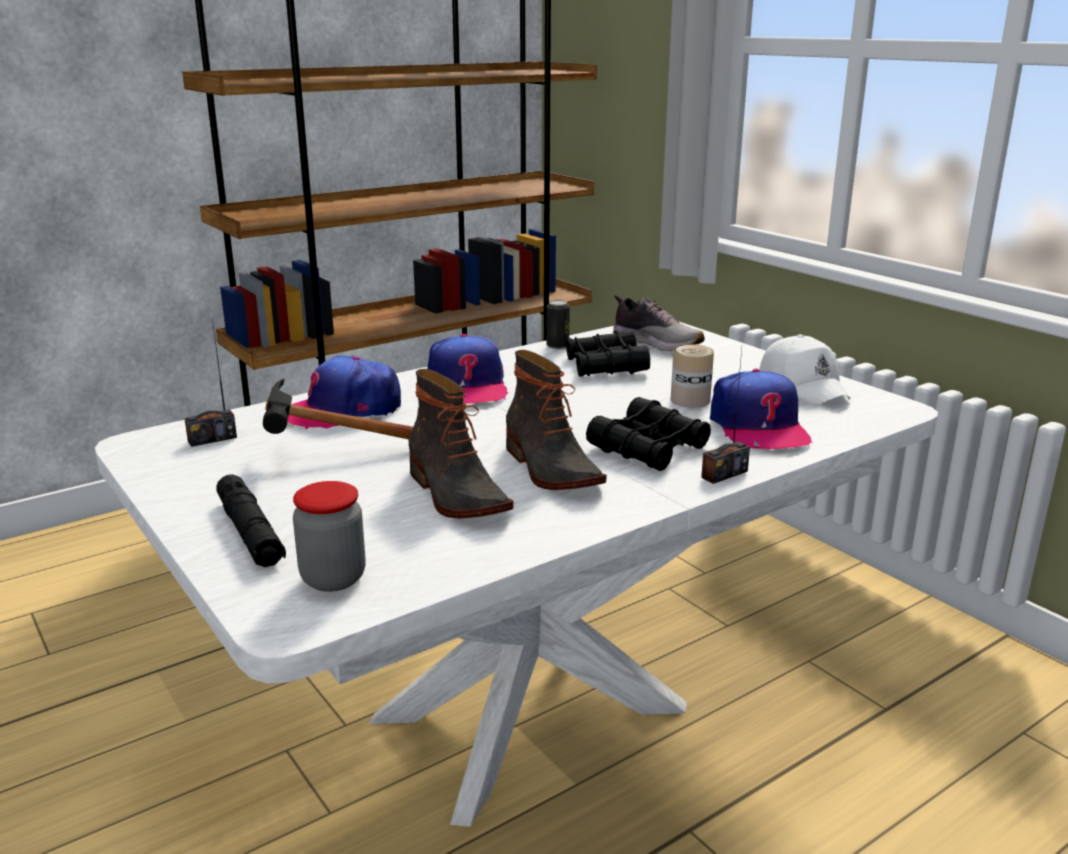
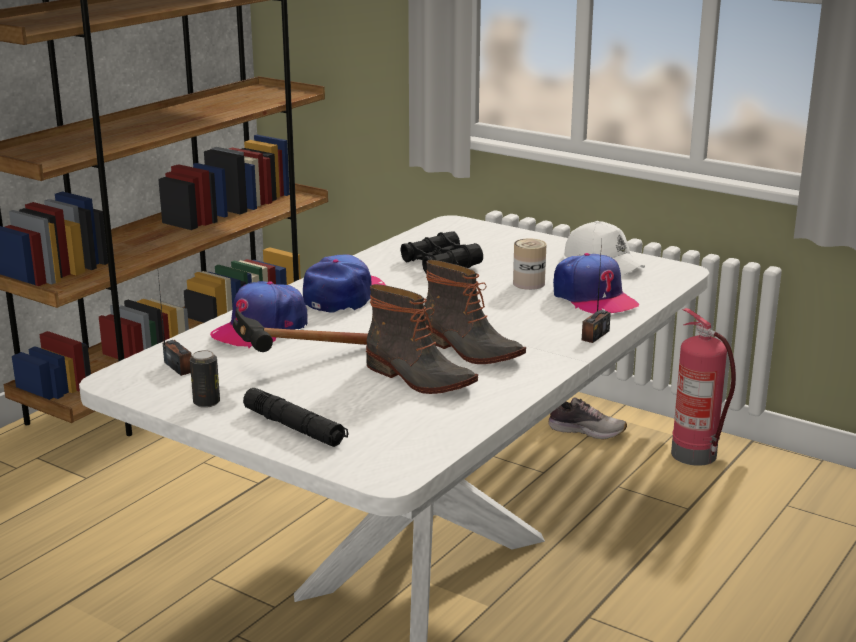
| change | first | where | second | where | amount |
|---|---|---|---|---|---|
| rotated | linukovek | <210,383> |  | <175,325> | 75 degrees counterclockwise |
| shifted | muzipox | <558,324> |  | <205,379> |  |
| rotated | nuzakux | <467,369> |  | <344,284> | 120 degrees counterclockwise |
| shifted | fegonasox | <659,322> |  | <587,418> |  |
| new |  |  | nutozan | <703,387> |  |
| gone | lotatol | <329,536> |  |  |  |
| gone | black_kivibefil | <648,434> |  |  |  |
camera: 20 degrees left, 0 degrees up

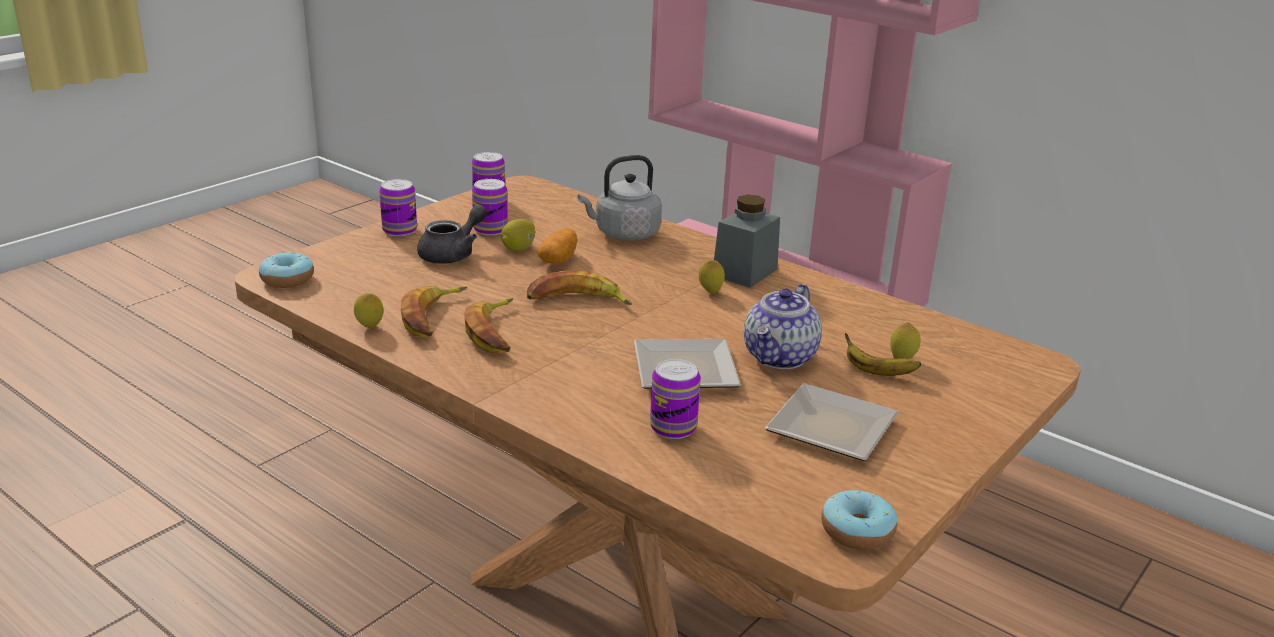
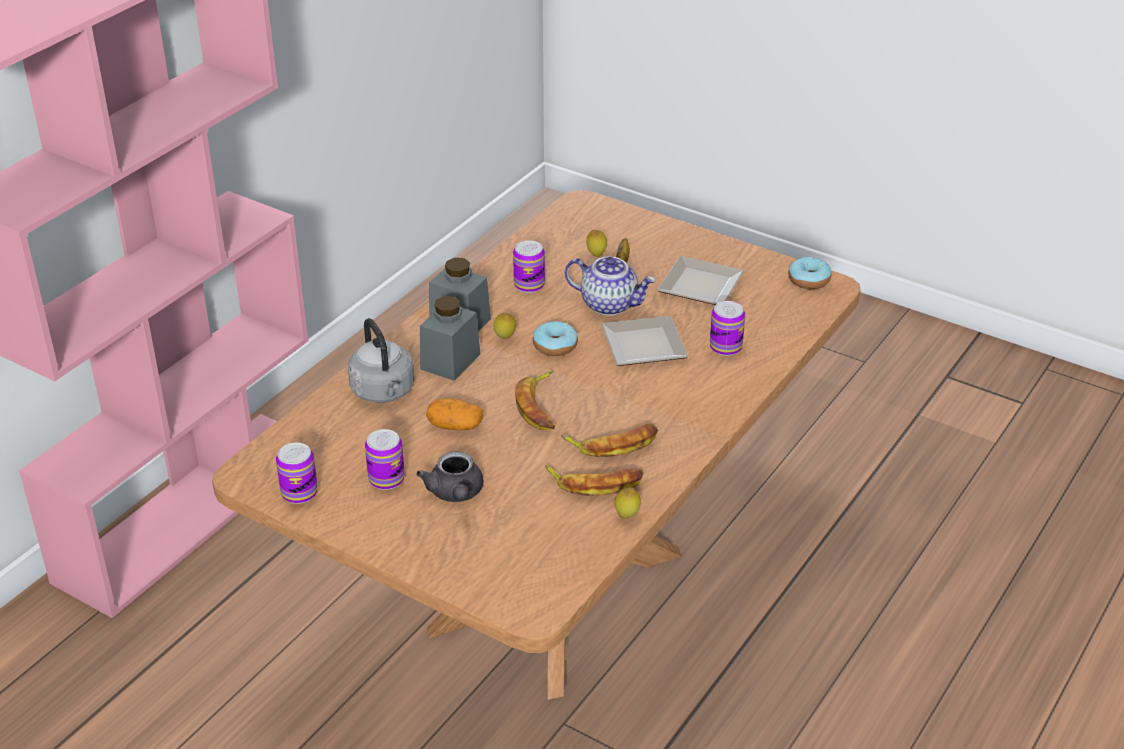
| change | first | where | second | where | amount |
|---|---|---|---|---|---|
| rotated | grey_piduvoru | <452,234> |  | <449,477> | 135 degrees counterclockwise |
| new |  |  | grey_lotatol | <450,338> |  |
| shifted | muzipox | <398,207> |  | <529,266> |  |
| shifted | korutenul | <286,270> |  | <555,338> |  |
| gone | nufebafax | <518,235> |  |  |  |
camera: 95 degrees left, 10 degrees up

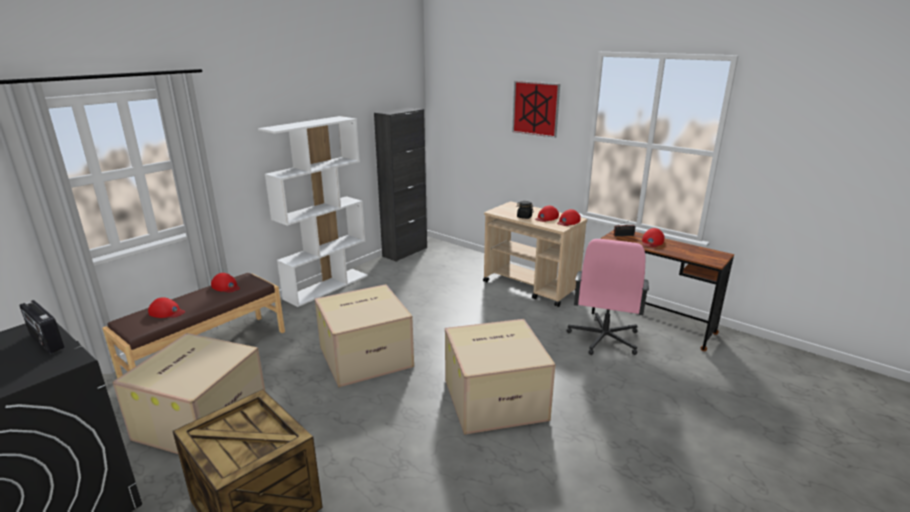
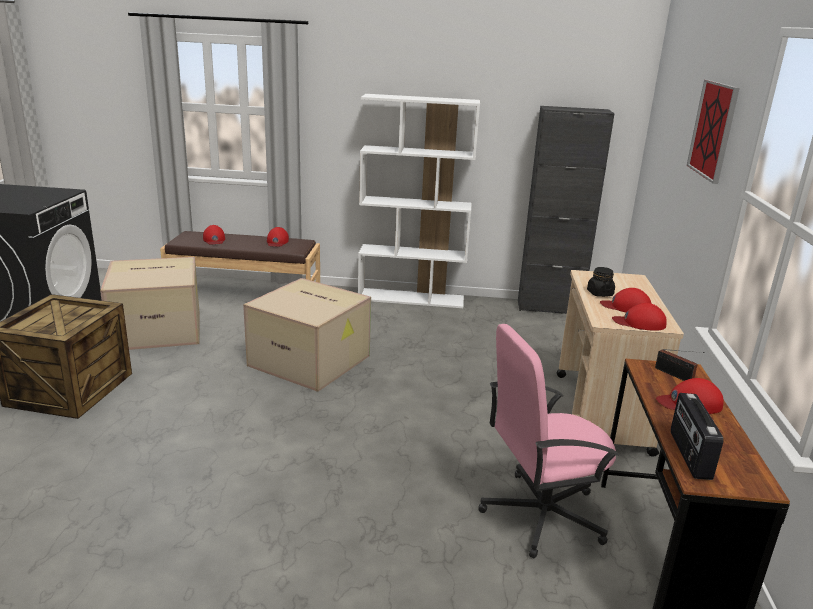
| change | first | where | second | where | amount |
|---|---|---|---|---|---|
| shifted | linukovek | <42,327> |  | <697,436> |  |
| gone | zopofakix | <500,377> |  |  |  |
camera: 55 degrees right, 0 degrees up

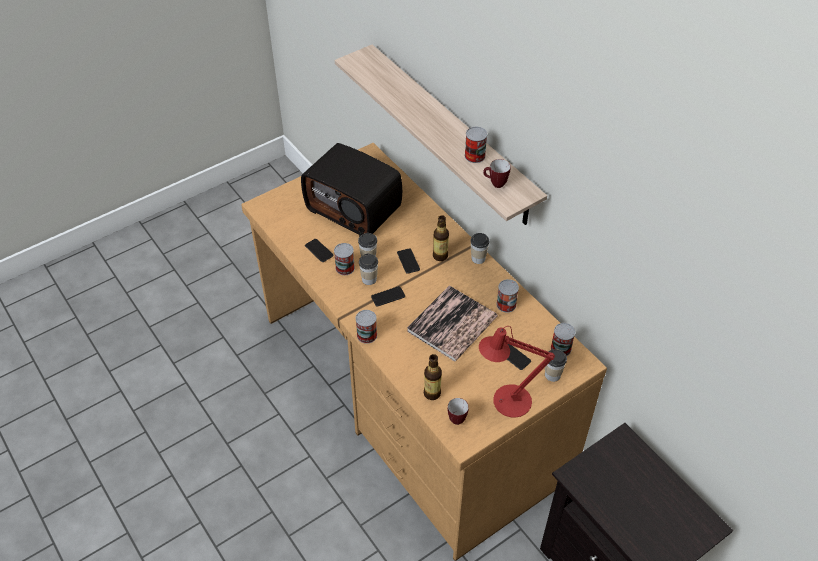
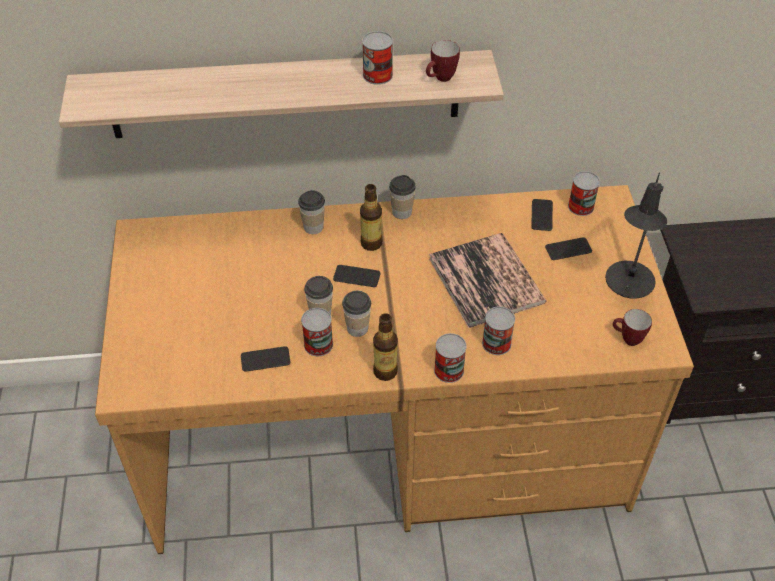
| change | first | where | second | where | amount |
|---|---|---|---|---|---|
| shifted | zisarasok | <556,365> |  | <311,212> |  |
| shifted | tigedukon | <433,377> |  | <385,347> |  |
| shifted | muzipox | <507,296> |  | <498,330> |  |
| shifted | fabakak | <388,296> |  | <542,215> |  |
| repainted | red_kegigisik | <517,371> | black_kegigisik | <636,235> |  |
| gone | linukovek | <351,190> |  |  |  |
camera: 60 degrees left, 0 degrees up

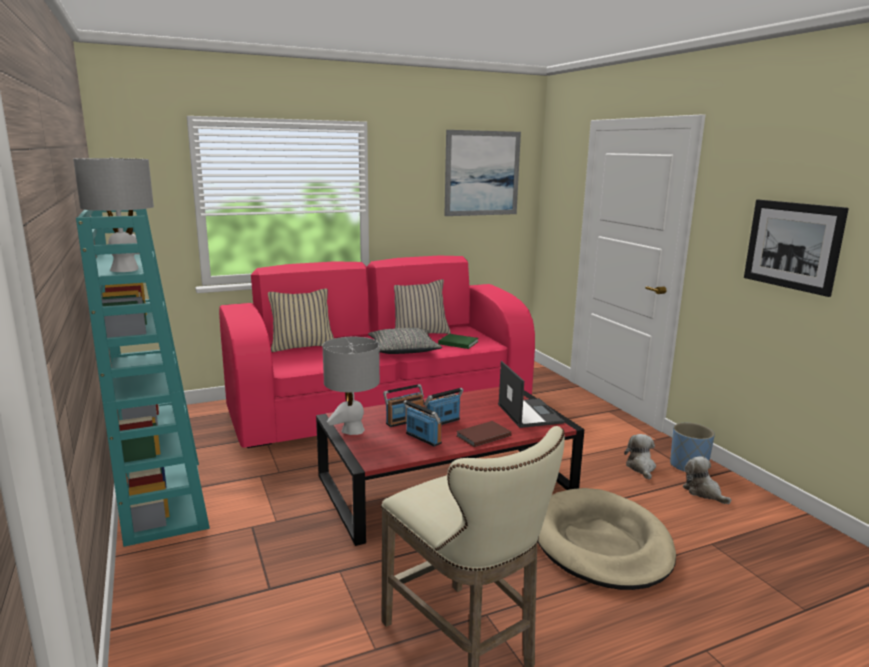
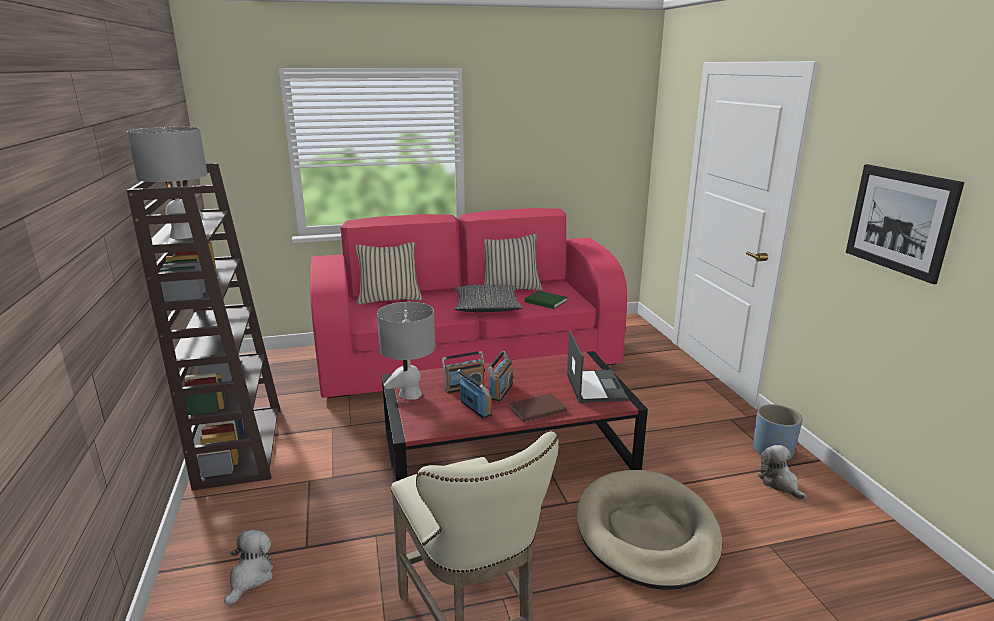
| change | first | where | second | where | amount |
|---|---|---|---|---|---|
| repainted | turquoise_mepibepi | <143,378> | brown_mepibepi | <204,327> |  |
| shifted | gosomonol | <640,457> |  | <248,567> |  |
| rotated | linukovek | <443,406> |  | <500,376> | 135 degrees clockwise |
| gone | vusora | <482,173> |  |  |  |
camera: 10 degrees right, 5 degrees up

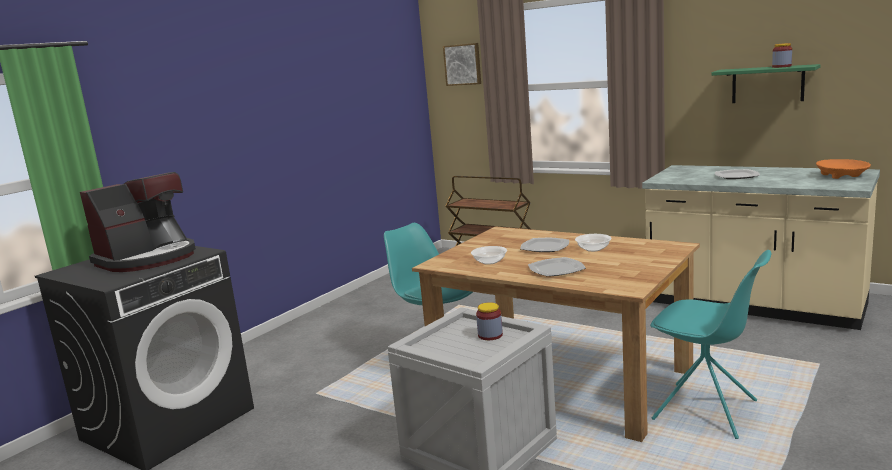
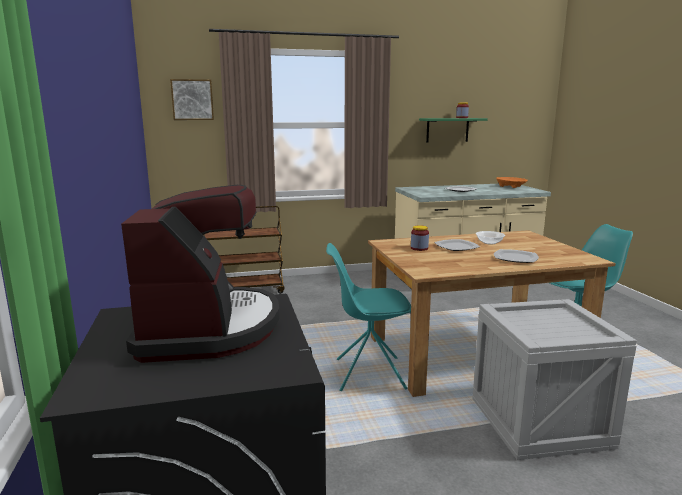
| change | first | where | second | where | amount |
|---|---|---|---|---|---|
| shifted | lotatol | <489,321> |  | <420,238> |  |
| gone | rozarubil | <489,255> |  |  |  |
camera: 50 degrees left, 0 degrees up

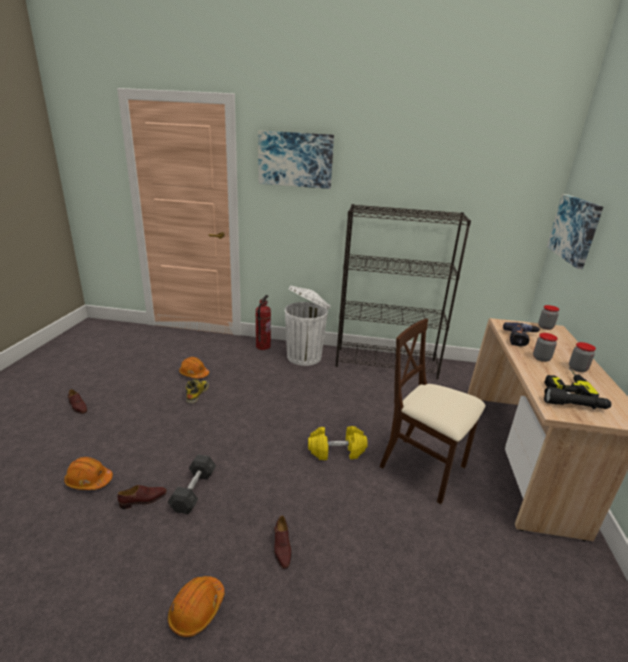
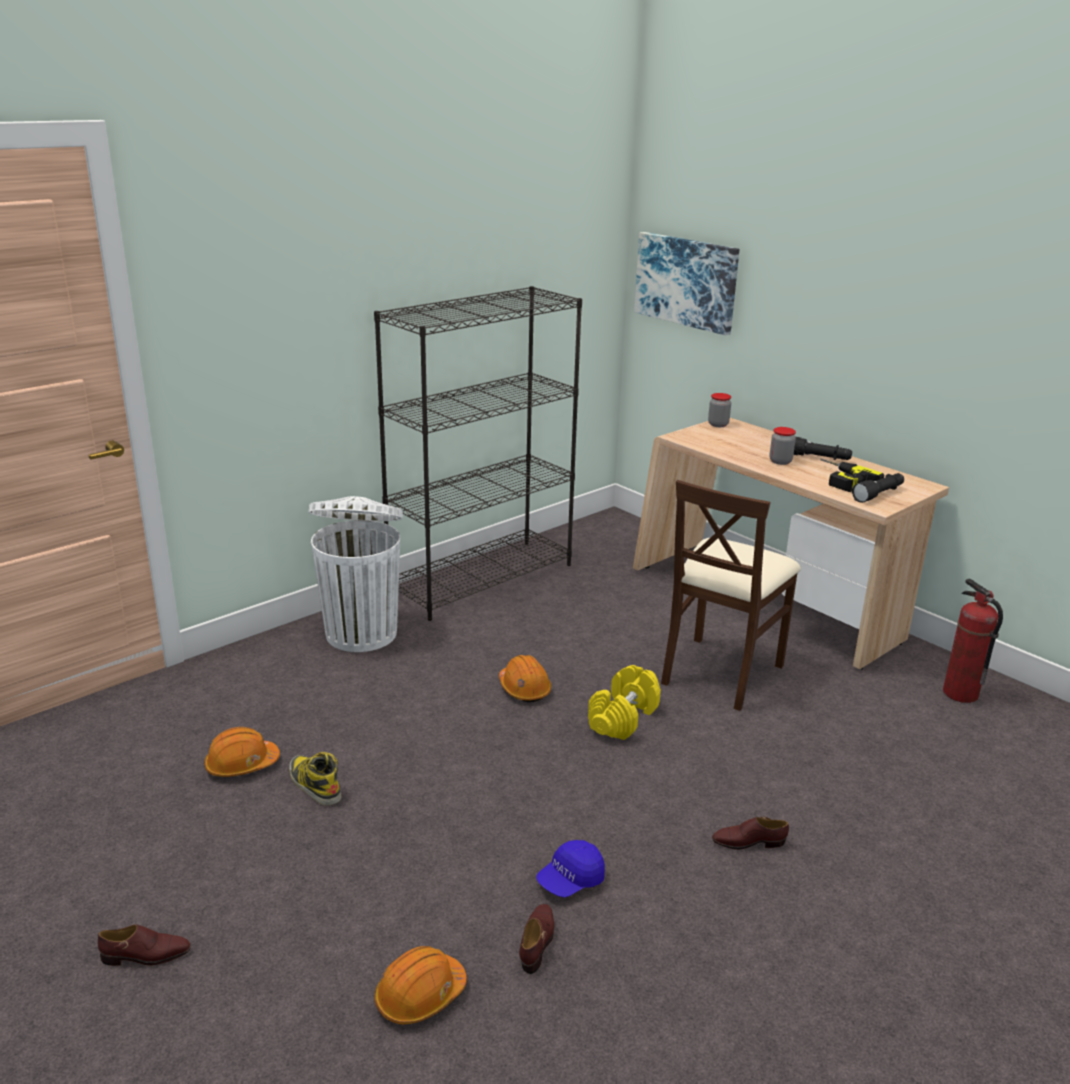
| change | first | where | second | where | amount |
|---|---|---|---|---|---|
| shifted | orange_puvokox | <196,606> |  | <525,678> |  |
| swapped | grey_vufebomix | <192,484> | blue_nuzakux | <570,868> |  |
| rotated | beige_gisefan | <432,411> |  | <731,595> | 45 degrees counterclockwise |
| rotated | brown_fegonasox | <282,542> |  | <750,833> | 150 degrees clockwise |
| swapped | lotatol | <582,357> | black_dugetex | <823,448> |  |
| shifted | nutozan | <263,322> |  | <973,640> |  |
| gone | vusora | <296,160> |  |  |  |
| gone | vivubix | <521,334> |  |  |  |
camera: 50 degrees left, 0 degrees up

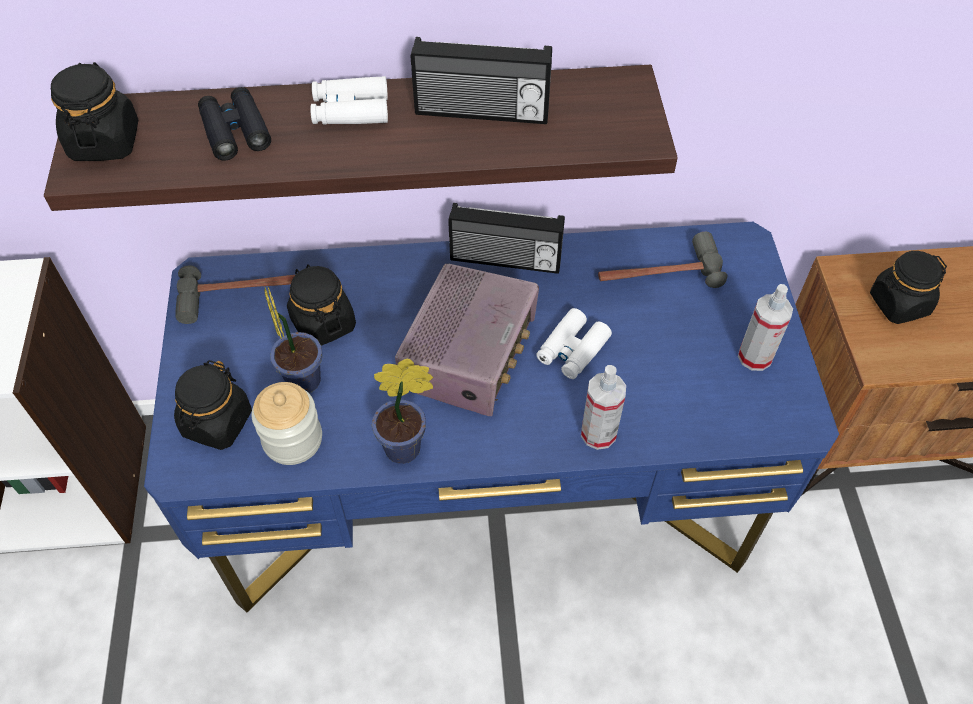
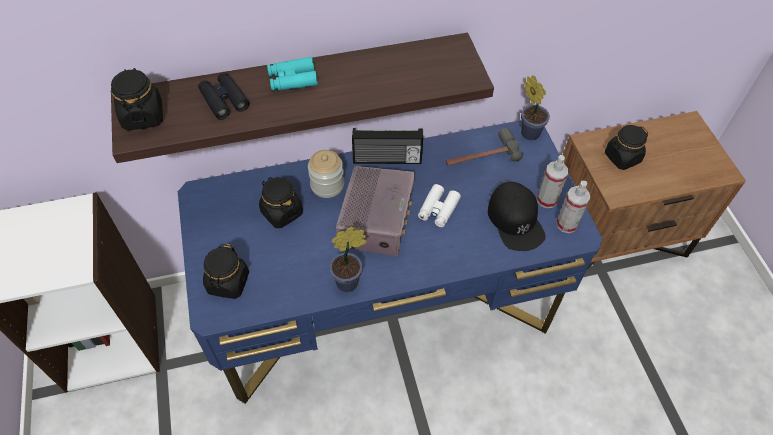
| change | first | where | second | where | amount |
|---|---|---|---|---|---|
| repainted | white_kivibefil | <349,100> | turquoise_kivibefil | <292,74> |  |
| shifted | lotatol | <287,423> |  | <326,174> |  |
| new |  |  | black_nuzakux | <517,216> |  |
| shifted | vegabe | <293,340> |  | <535,107> |  |
| shifted | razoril | <603,407> |  | <573,207> |  |
| gone | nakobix | <235,294> |  |  |  |
| gone | linukovek | <481,80> |  |  |  |
camera: 10 degrees left, 0 degrees up

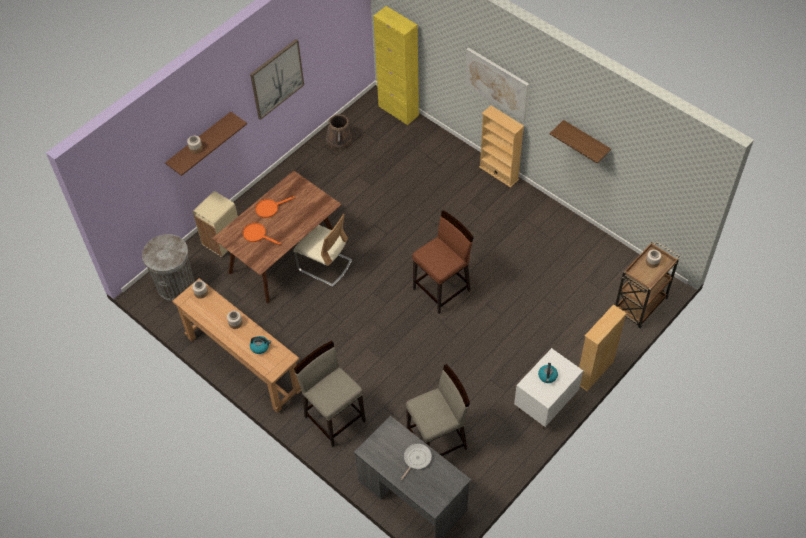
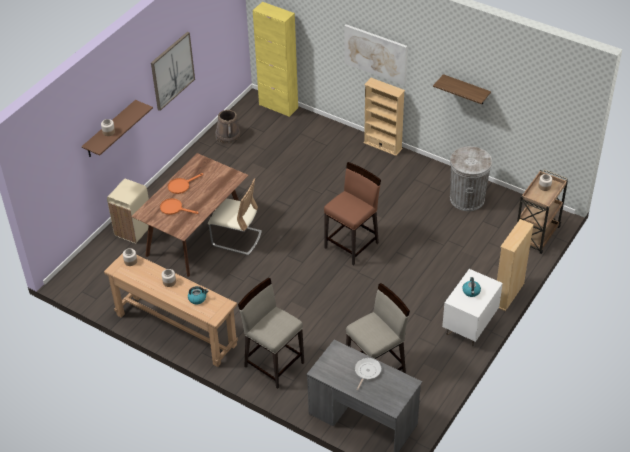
| change | first | where | second | where | amount |
|---|---|---|---|---|---|
| shifted | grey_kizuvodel | <168,267> |  | <471,178> |  |
camera: 10 degrees left, 10 degrees down

